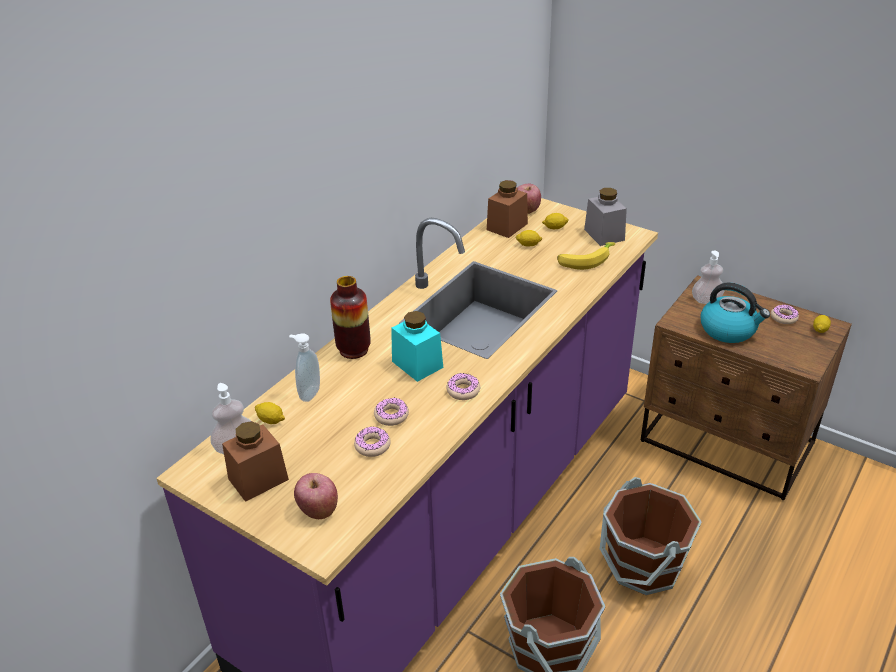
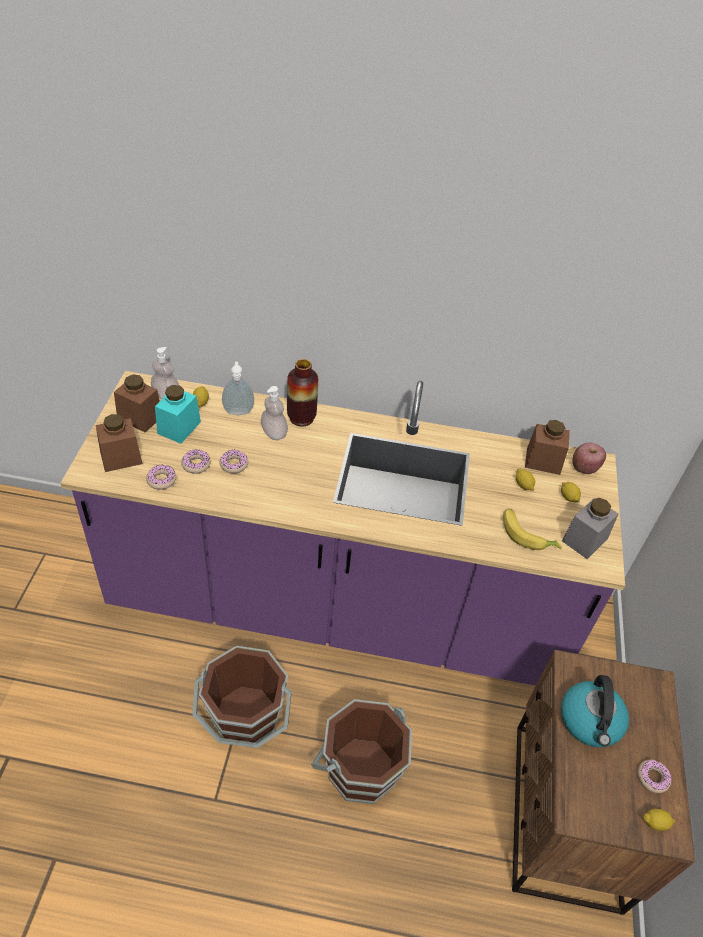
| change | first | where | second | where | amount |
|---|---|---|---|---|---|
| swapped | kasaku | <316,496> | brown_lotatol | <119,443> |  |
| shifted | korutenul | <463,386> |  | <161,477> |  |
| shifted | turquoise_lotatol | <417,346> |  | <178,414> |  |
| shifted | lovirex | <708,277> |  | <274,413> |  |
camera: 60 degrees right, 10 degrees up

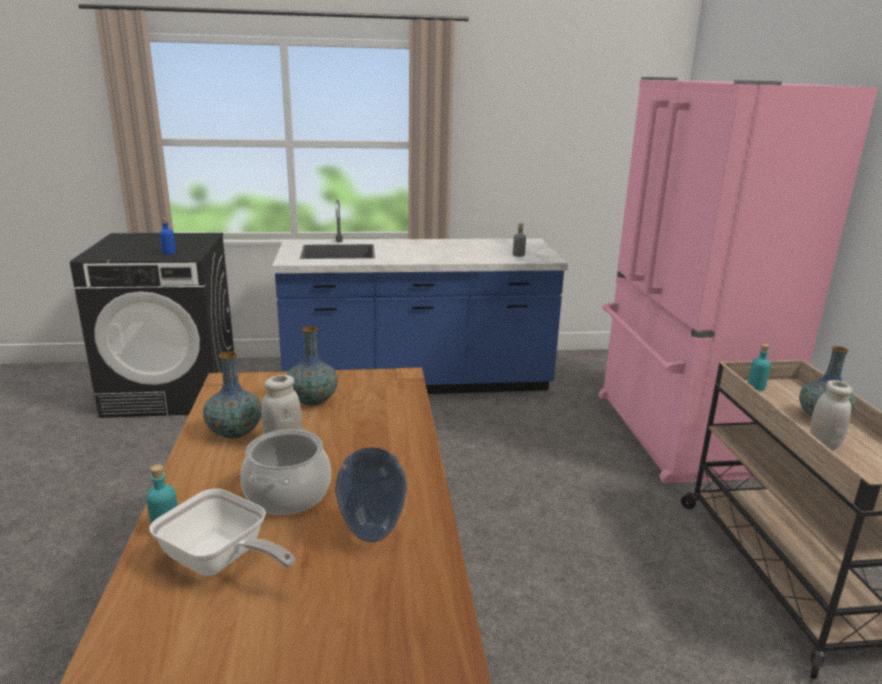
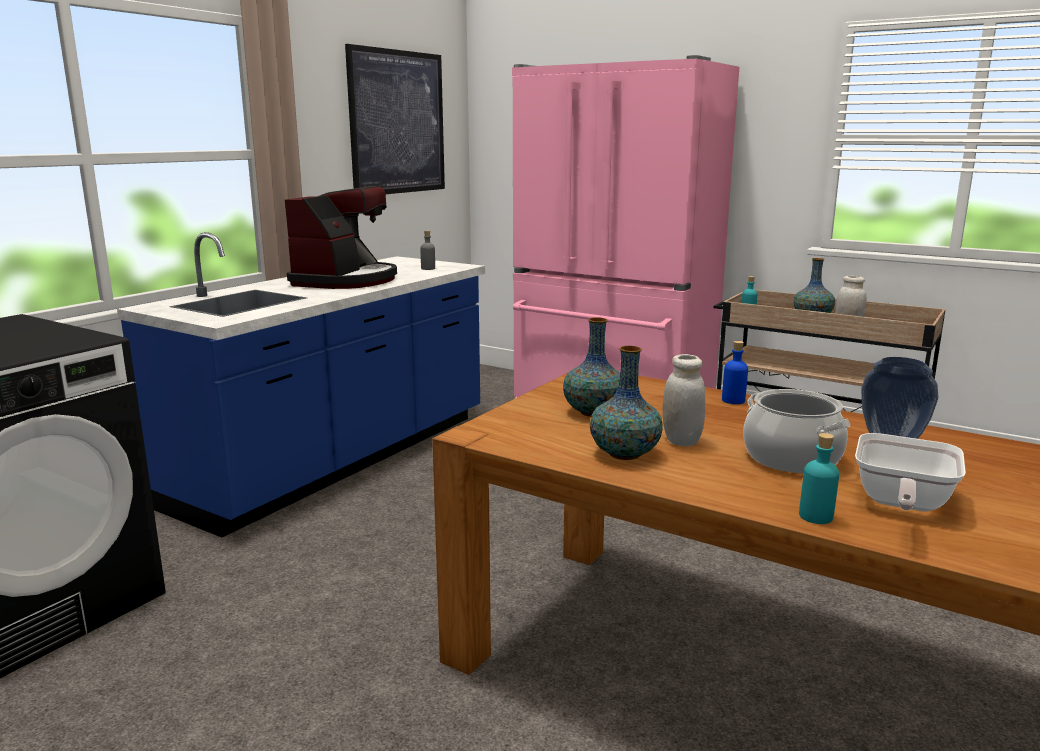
| change | first | where | second | where | amount |
|---|---|---|---|---|---|
| new |  |  | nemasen | <341,237> |  |
| new |  |  | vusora | <395,119> |  |
| shifted | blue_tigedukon | <167,235> |  | <735,372> |  |
| rotated | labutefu | <222,532> |  | <910,472> | 135 degrees clockwise |
camera: 50 degrees left, 5 degrees down

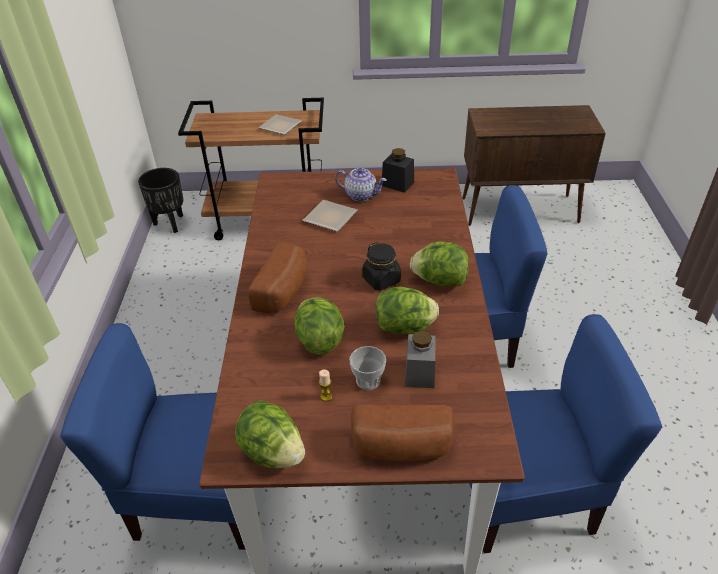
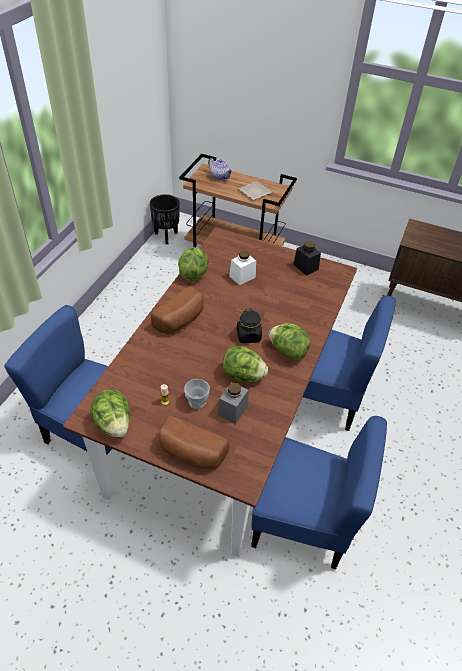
| change | first | where | second | where | amount |
|---|---|---|---|---|---|
| shifted | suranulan | <319,326> |  | <193,264> |  |
| shifted | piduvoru | <360,185> |  | <220,169> |  |
| swapped | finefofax | <330,216> | white_lotatol | <242,267> |  |
camera: 20 degrees right, 5 degrees up

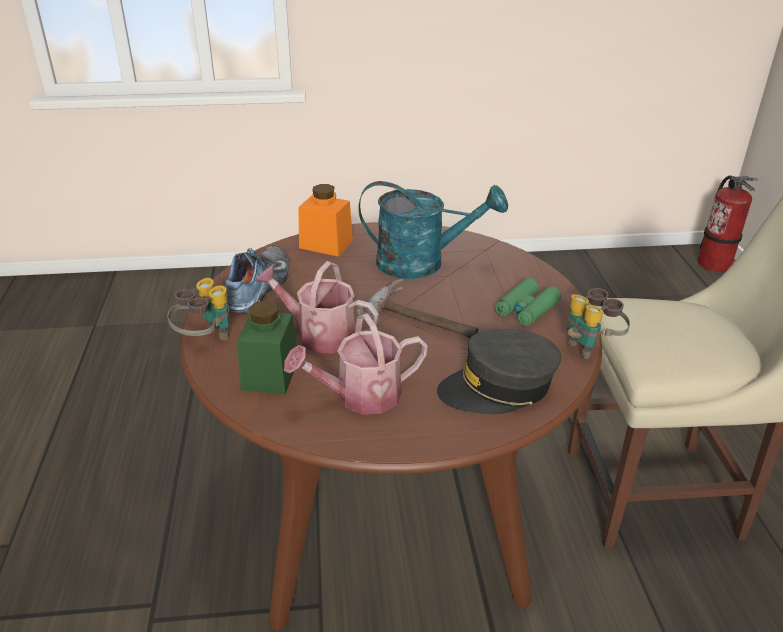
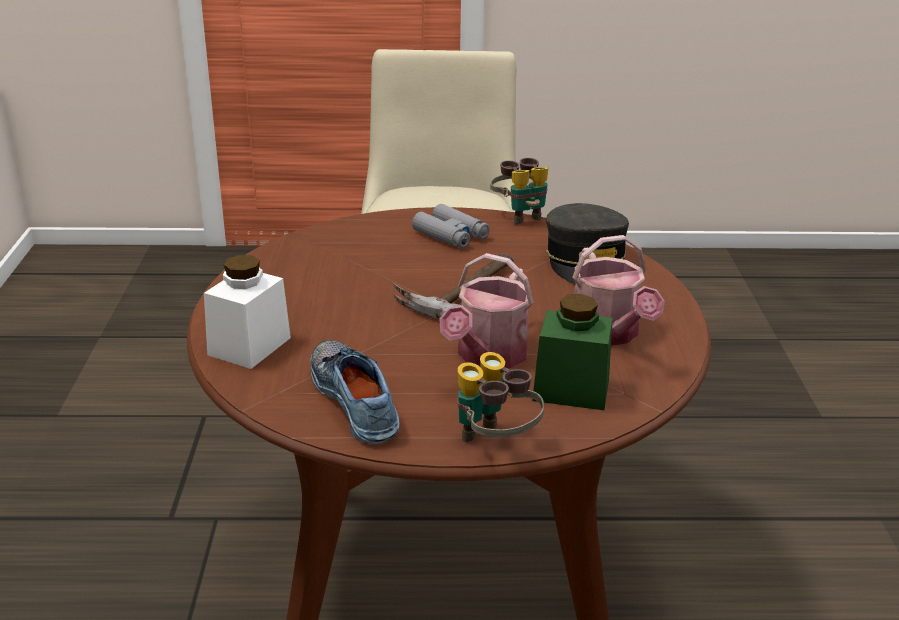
| change | first | where | second | where | amount |
|---|---|---|---|---|---|
| repainted | orange_lotatol | <325,220> | white_lotatol | <247,312> |  |
| rotated | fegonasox | <257,279> |  | <355,392> | 45 degrees clockwise |
| repainted | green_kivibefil | <528,302> | grey_kivibefil | <451,226> |  |
| gone | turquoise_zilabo | <433,230> |  |  |  |
| gone | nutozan | <728,224> |  |  |  |
camera: 85 degrees left, 5 degrees down

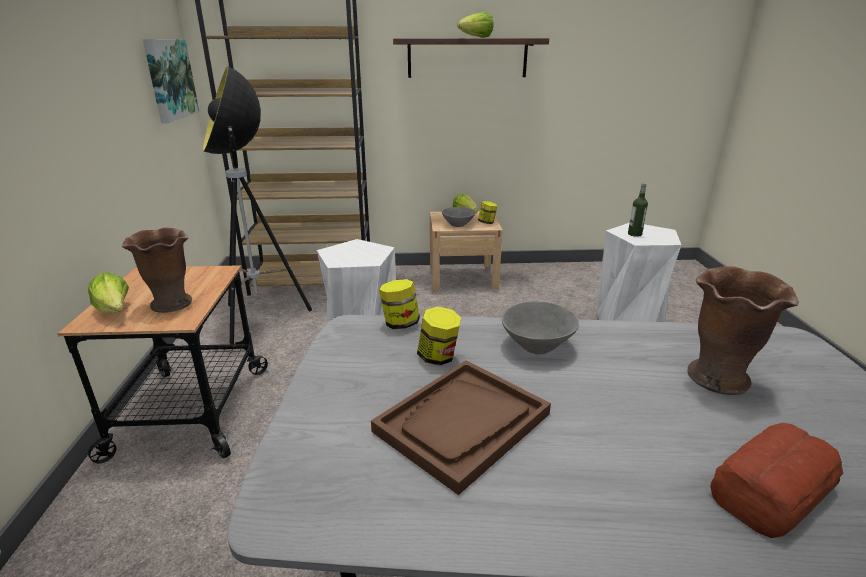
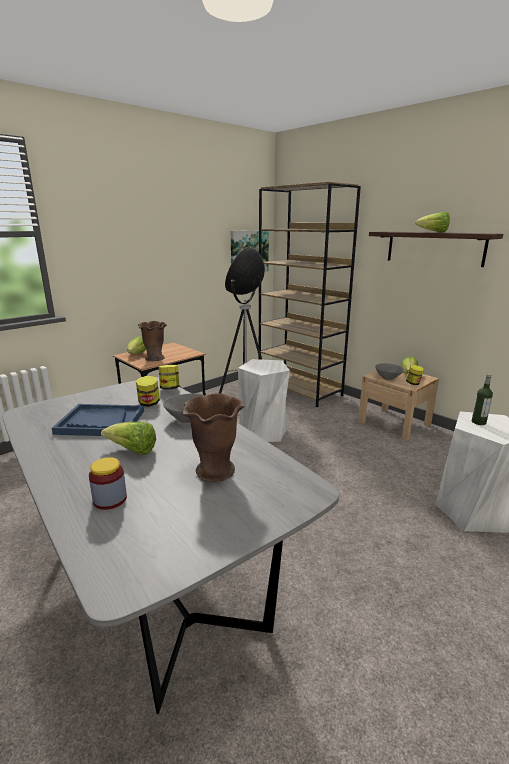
| change | first | where | second | where | amount |
|---|---|---|---|---|---|
| repainted | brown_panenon | <461,427> | blue_panenon | <98,420> |  |
| swapped | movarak | <777,480> | lotatol | <108,483> |  |
| new |  |  | suranulan | <128,438> |  |
camera: 50 degrees right, 5 degrees down

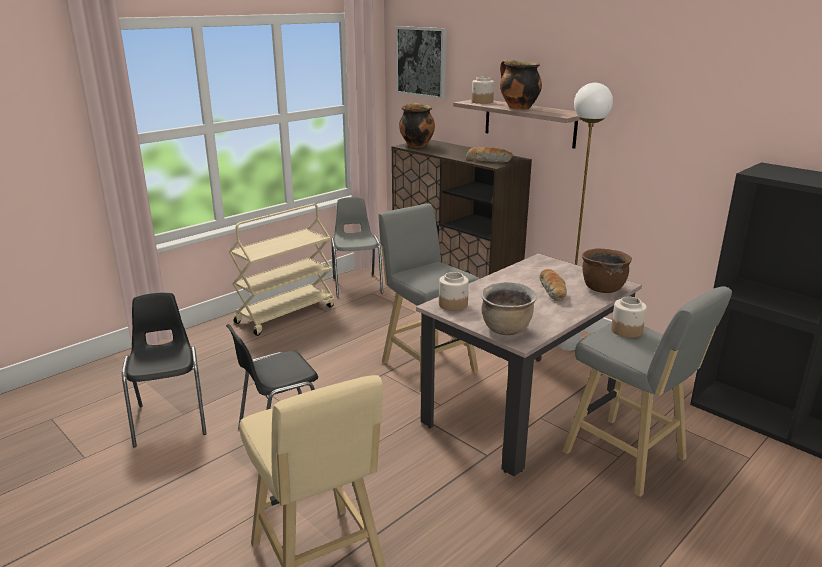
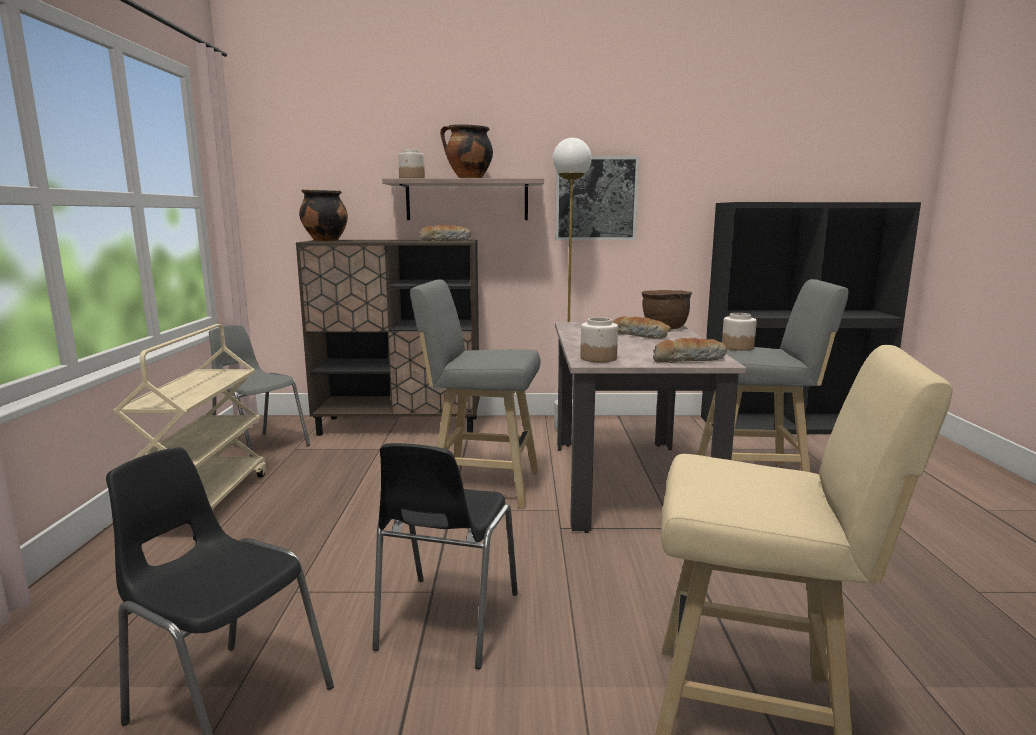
| change | first | where | second | where | amount |
|---|---|---|---|---|---|
| shifted | vusora | <421,62> |  | <597,198> |  |
| swapped | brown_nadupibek | <509,308> | movarak | <690,350> |  |
camera: 45 degrees left, 10 degrees down

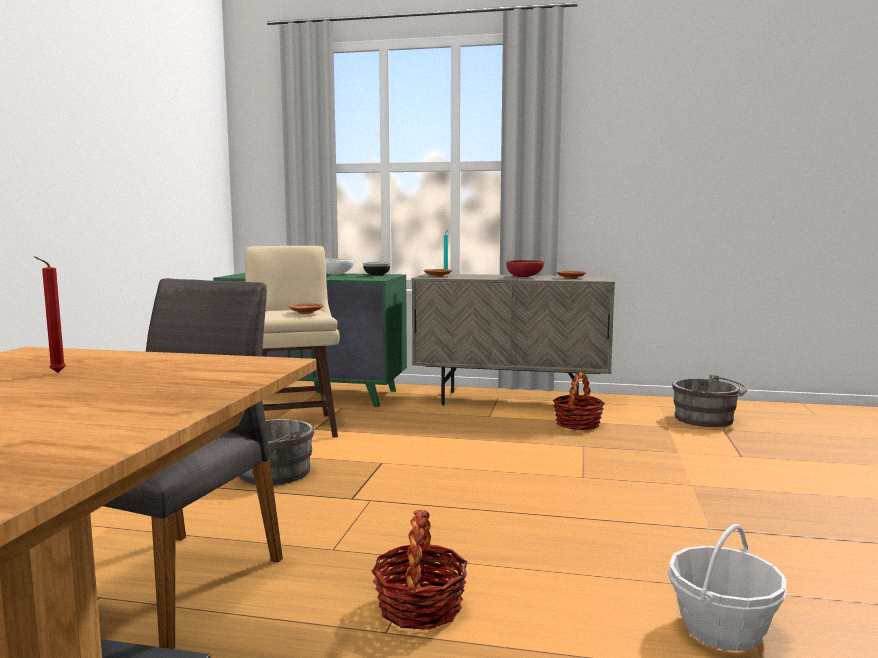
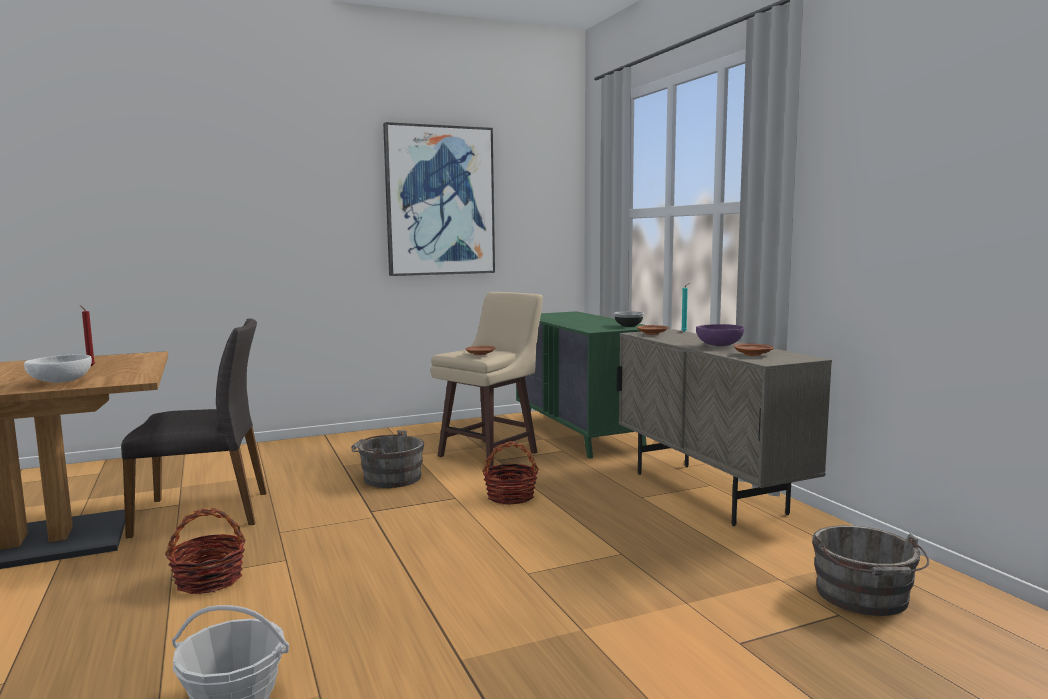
| change | first | where | second | where | amount |
|---|---|---|---|---|---|
| shifted | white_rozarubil | <339,267> |  | <58,368> |  |
| new |  |  | vusora | <439,199> |  |
| shifted | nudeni | <579,401> |  | <510,473> |  |
| repainted | red_rozarubil | <525,268> | purple_rozarubil | <720,335> |  |
camera: 55 degrees right, 0 degrees up

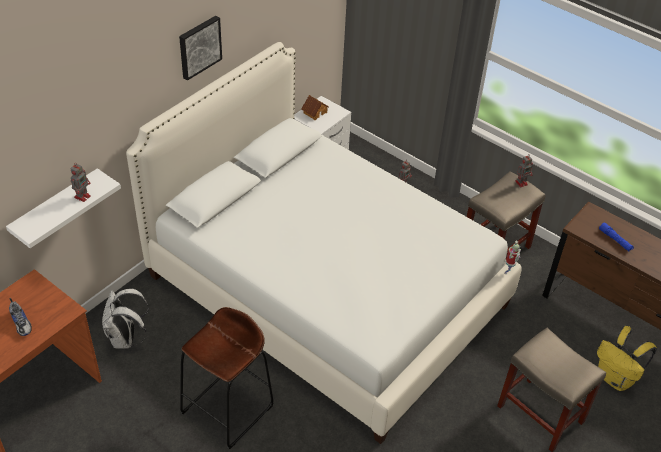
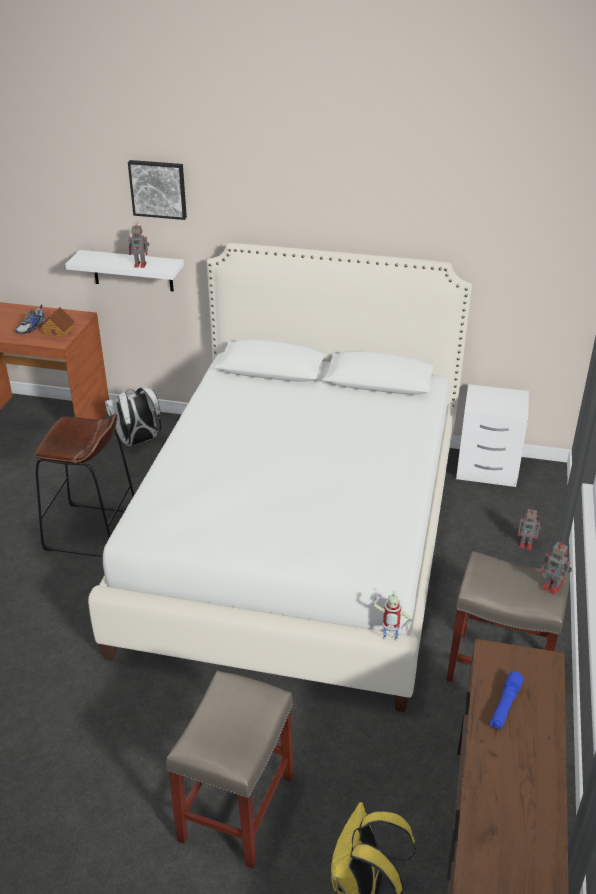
| change | first | where | second | where | amount |
|---|---|---|---|---|---|
| shifted | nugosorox | <315,107> |  | <57,322> |  |
| shifted | vusora | <200,48> |  | <157,190> |  |
camera: 65 degrees right, 10 degrees down

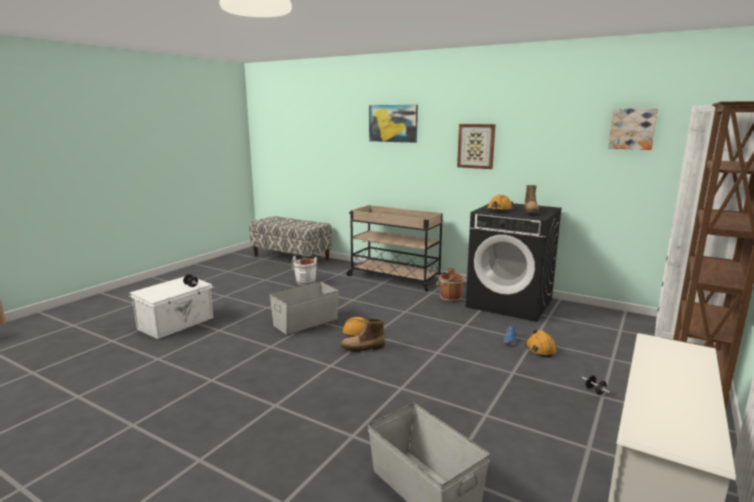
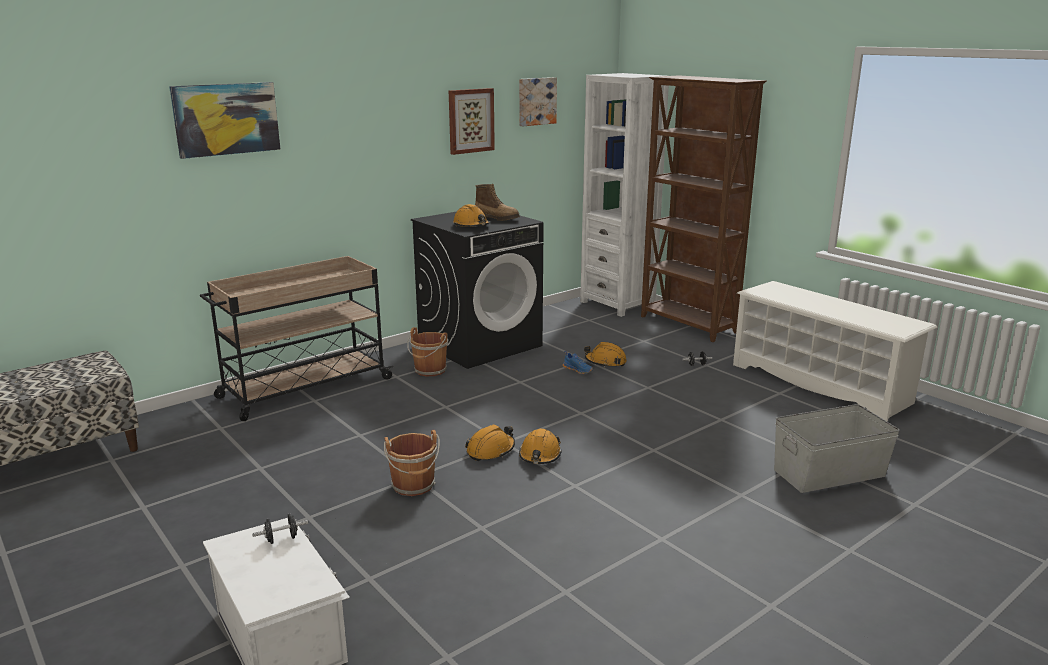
| change | first | where | second | where | amount |
|---|---|---|---|---|---|
| swapped | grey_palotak | <304,308> | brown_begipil | <412,463> |  |
| shifted | vusora | <476,146> |  | <472,121> |  |
| swapped | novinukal | <362,335> | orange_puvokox | <540,446> |  |
| gone | white_begipil | <305,270> |  |  |  |
camera: 70 degrees left, 5 degrees up

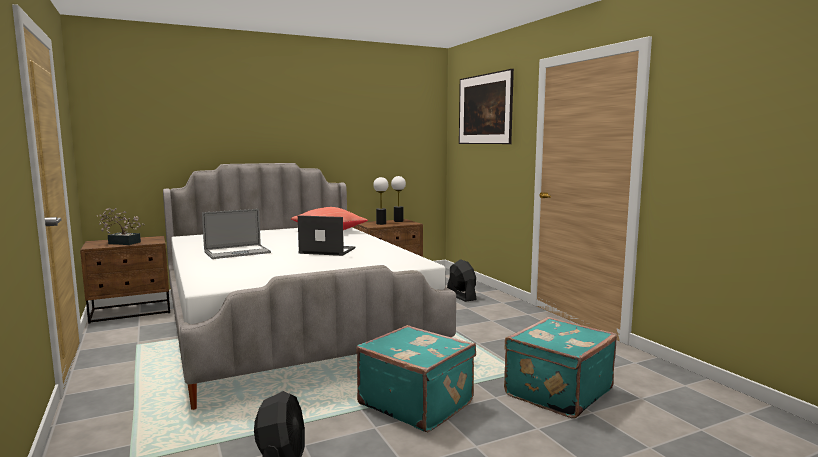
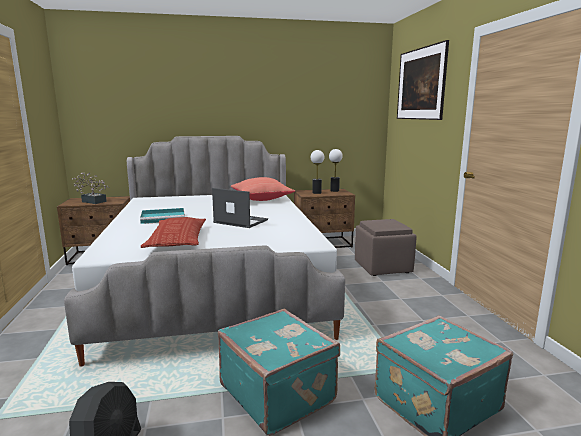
| change | first | where | second | where | amount |
|---|---|---|---|---|---|
| swapped | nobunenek | <236,234> | turquoise_panenon | <162,216> |  |
| new |  |  | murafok | <173,232> |  |
| swapped | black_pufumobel | <462,280> | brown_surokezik | <386,247> |  |
camera: 15 degrees right, 5 degrees up

